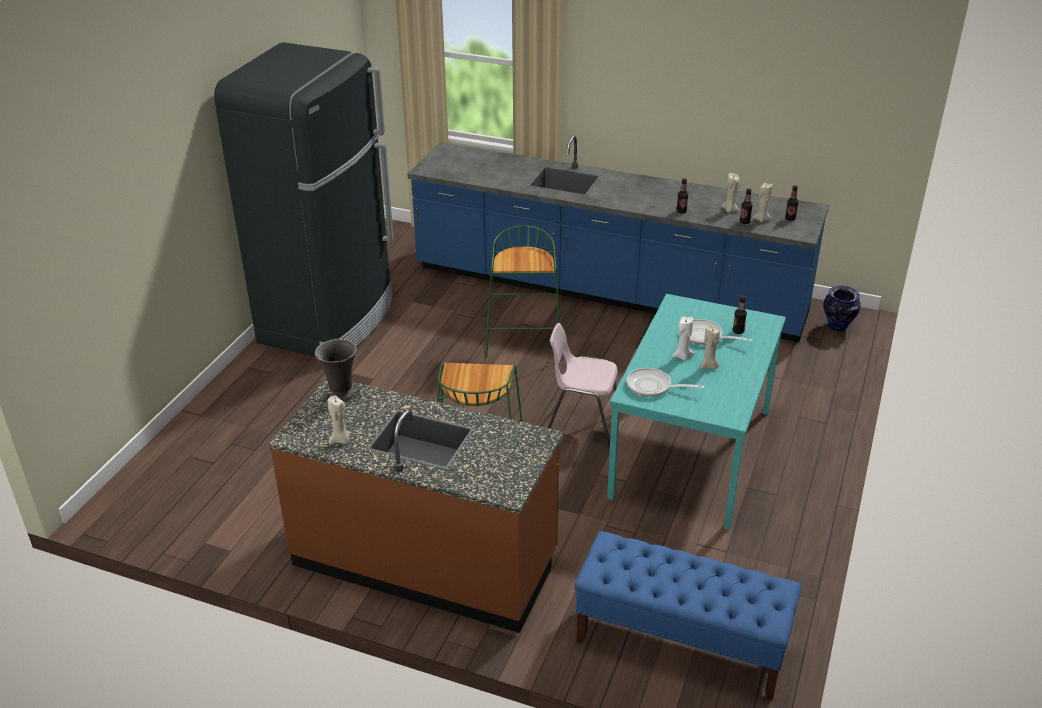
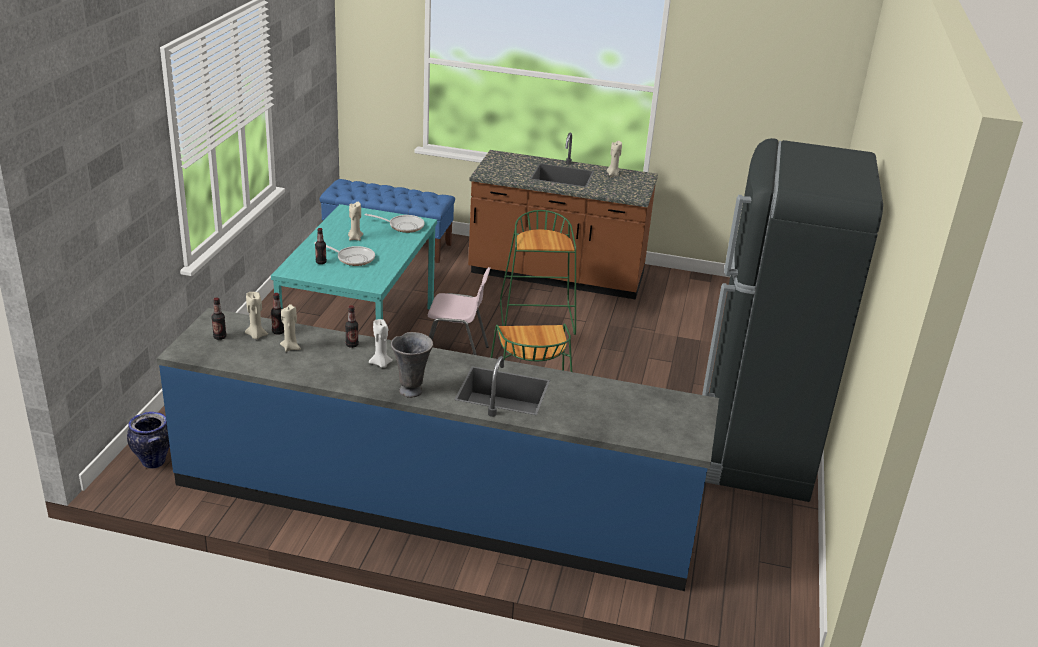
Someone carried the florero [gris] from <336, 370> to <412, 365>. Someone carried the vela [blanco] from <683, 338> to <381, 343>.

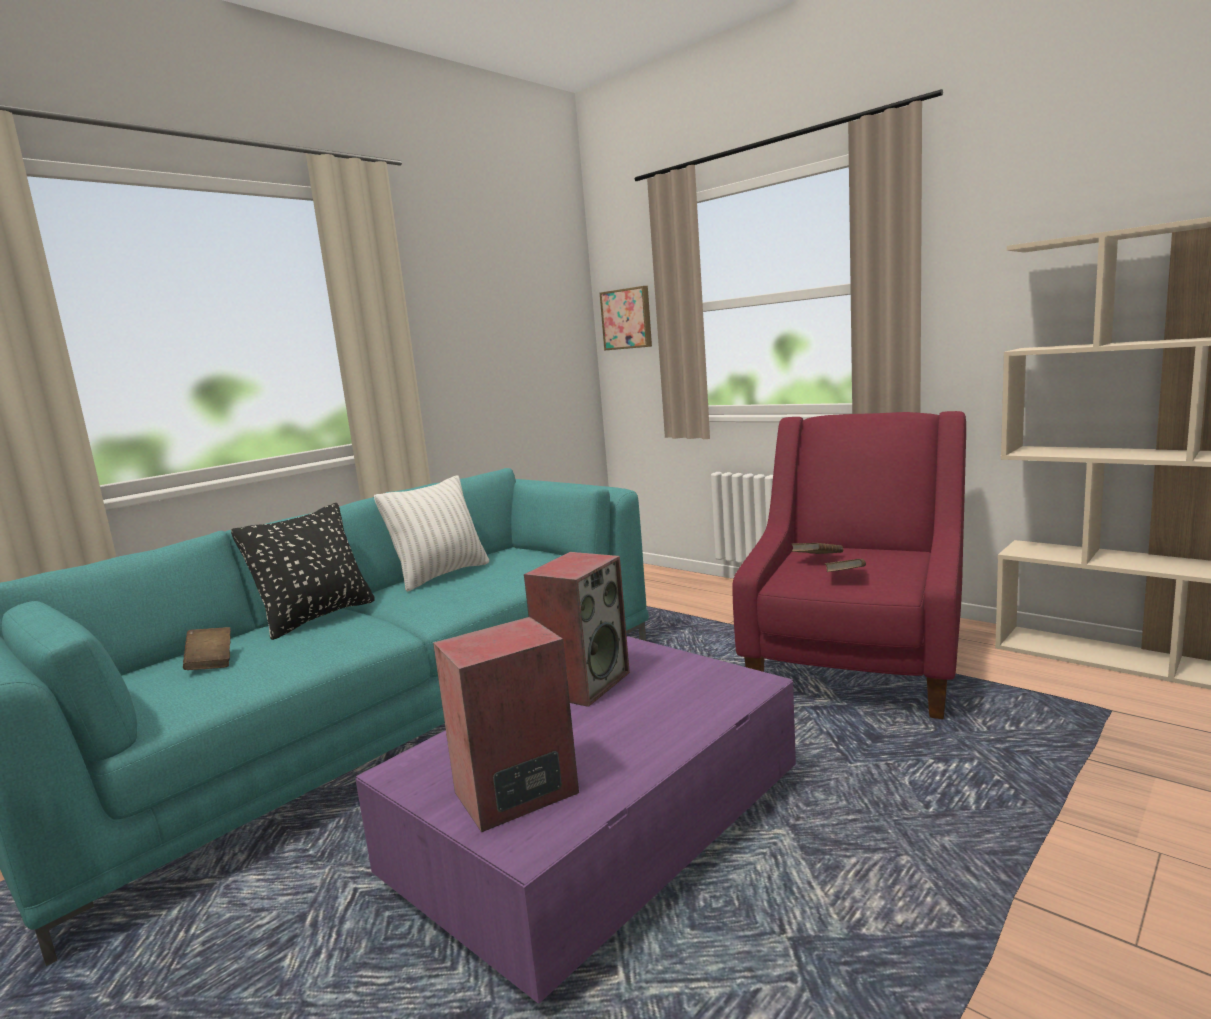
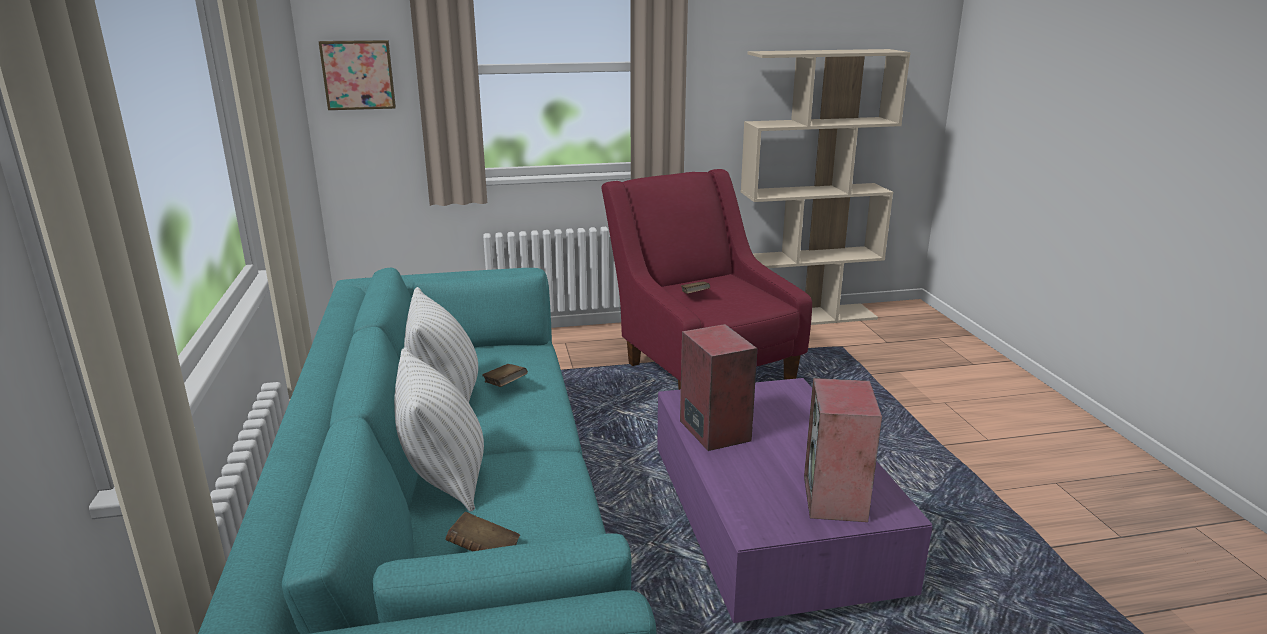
Someone repainted the cojín [negro] at <303, 571>, which became the cojín [blanco] at <439, 429>. Someone carried the libro [marrón] from <845, 565> to <505, 375>.

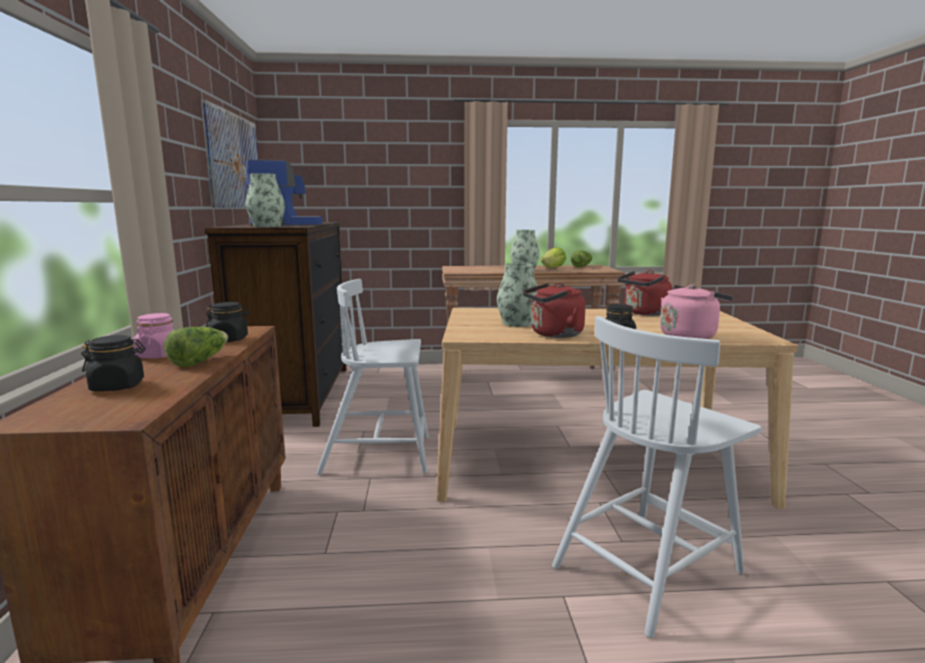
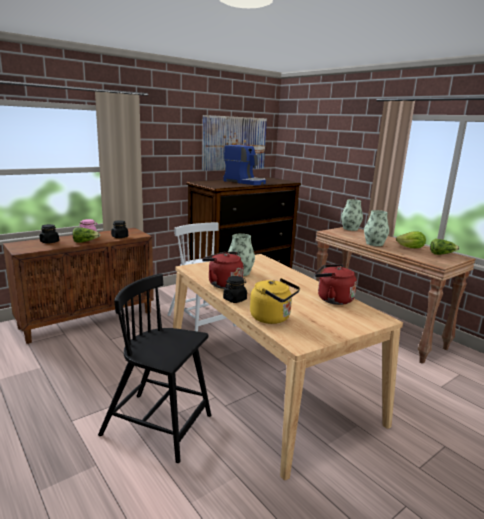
Someone carried the florero from <265, 200> to <352, 215>. Someone repainted the silla [blanco] at <656, 477>, which became the silla [negro] at <154, 368>. Someone repainted the hervidor [rosa] at <696, 311>, which became the hervidor [amarillo] at <275, 301>.

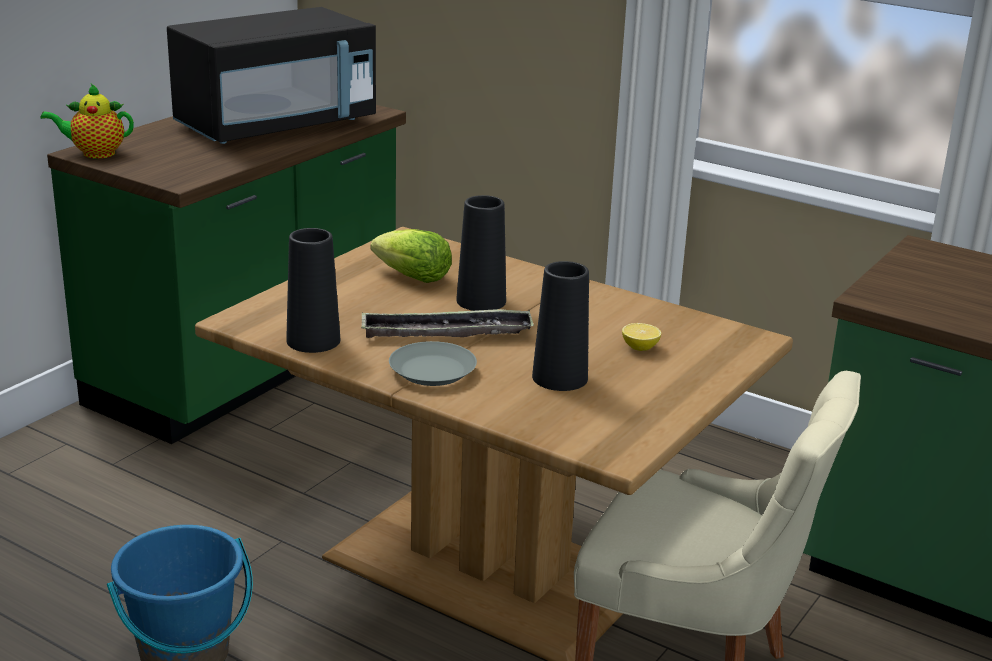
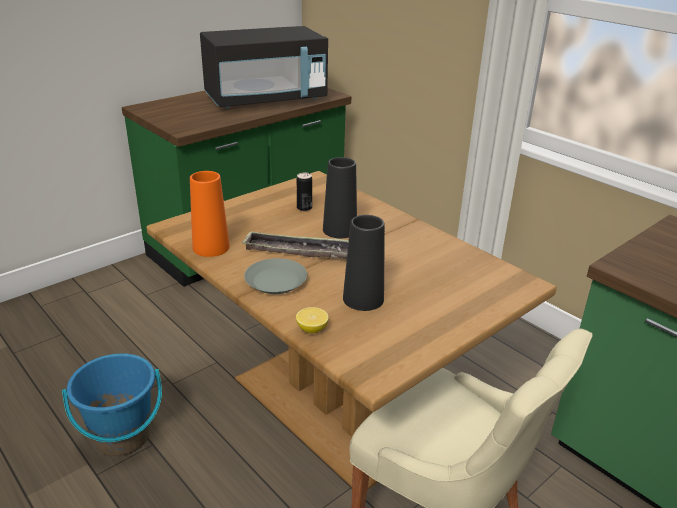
Someone took away the tetera at <87, 121>. Someone repainted the florero [negro] at <313, 290>, which became the florero [naranja] at <210, 214>. Someone swapped the lechuga at <411, 256> for the lata at <304, 191>. Someone carried the limón from <641, 337> to <312, 320>.

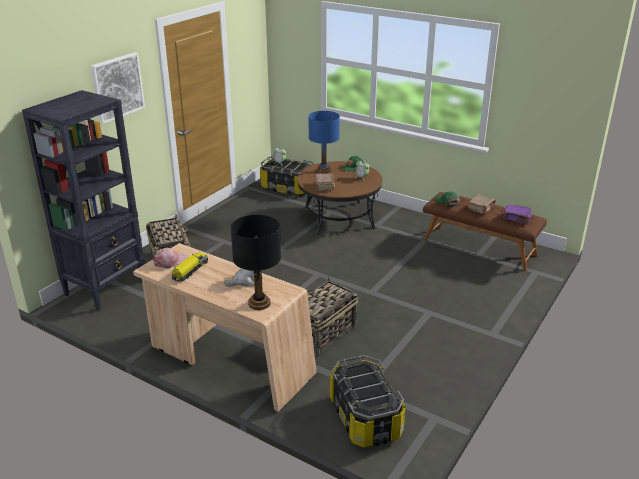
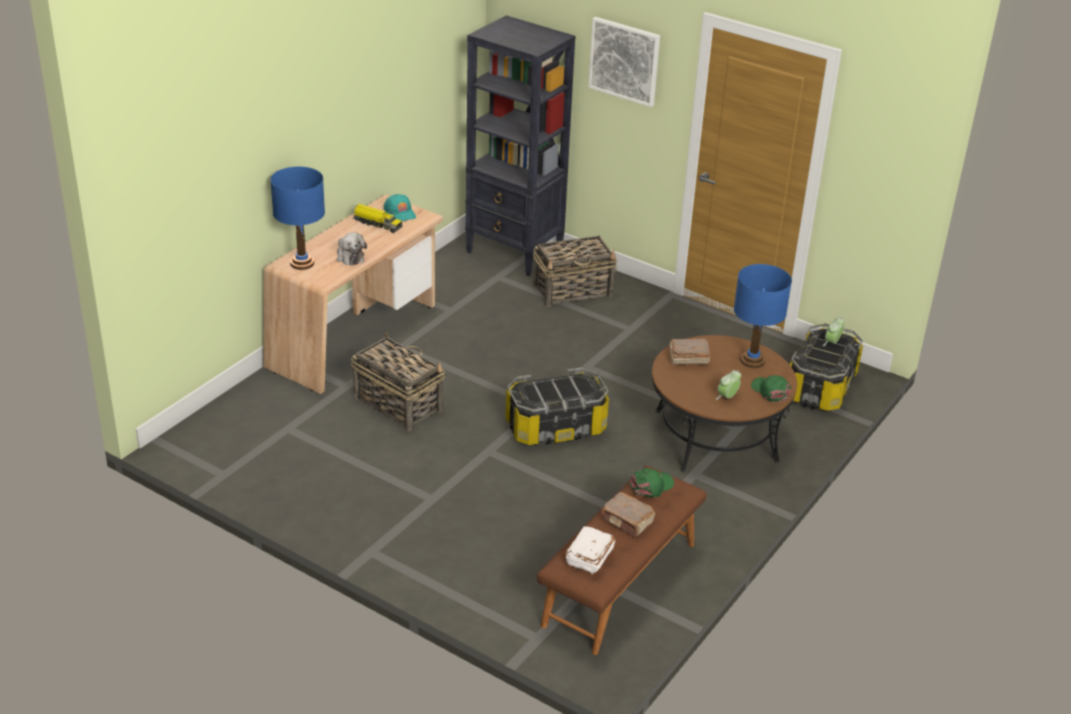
Someone repainted the gorra [rosa] at <171, 258>, which became the gorra [turquesa] at <400, 207>. Someone repainted the lámpara de mesa [negro] at <255, 262>, which became the lámpara de mesa [azul] at <297, 218>. Someone carried the caja de almacenaje from <368, 401> to <557, 406>. Someone repainted the libro [morado] at <517, 214>, which became the libro [blanco] at <590, 550>.

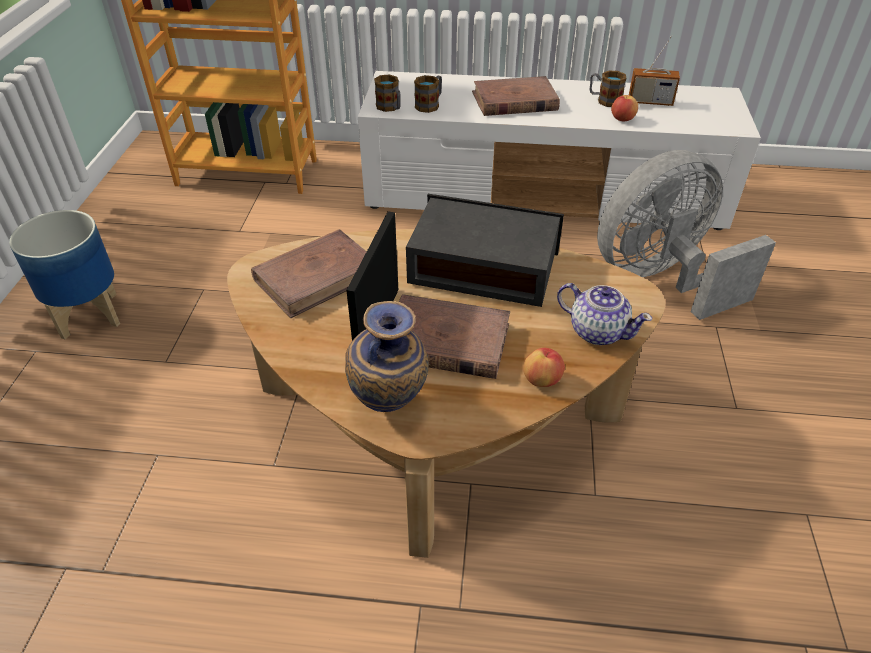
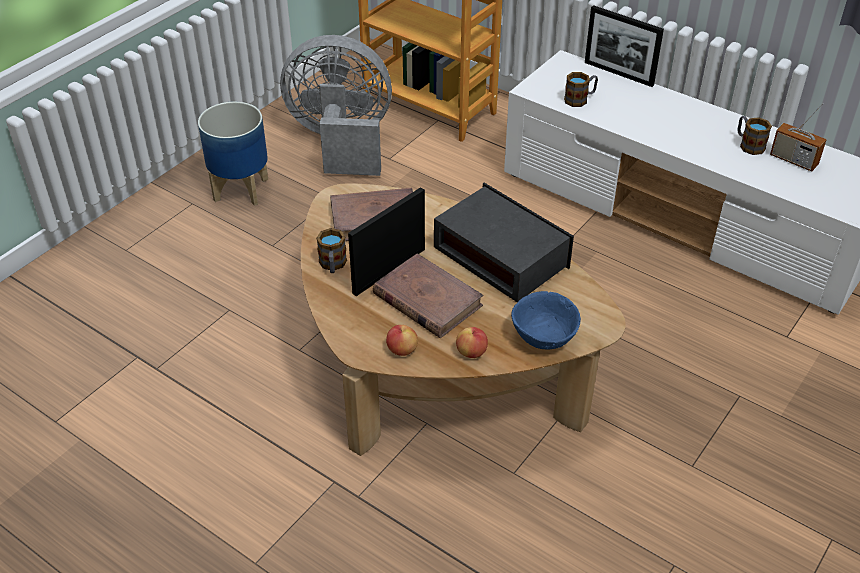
Someone took away the florero at <387, 356>. Someone carried the taza grande from <387, 93> to <331, 250>. Someone took away the libro [marrón] at <516, 96>. Someone swapped the tetera at <604, 314> for the cuenco [azul] at <546, 320>. Someone carried the ventilador [gris] from <686, 235> to <336, 105>. Someone carried the manzana from <624, 108> to <402, 340>. Someone put down the portarretratos at <624, 46>.

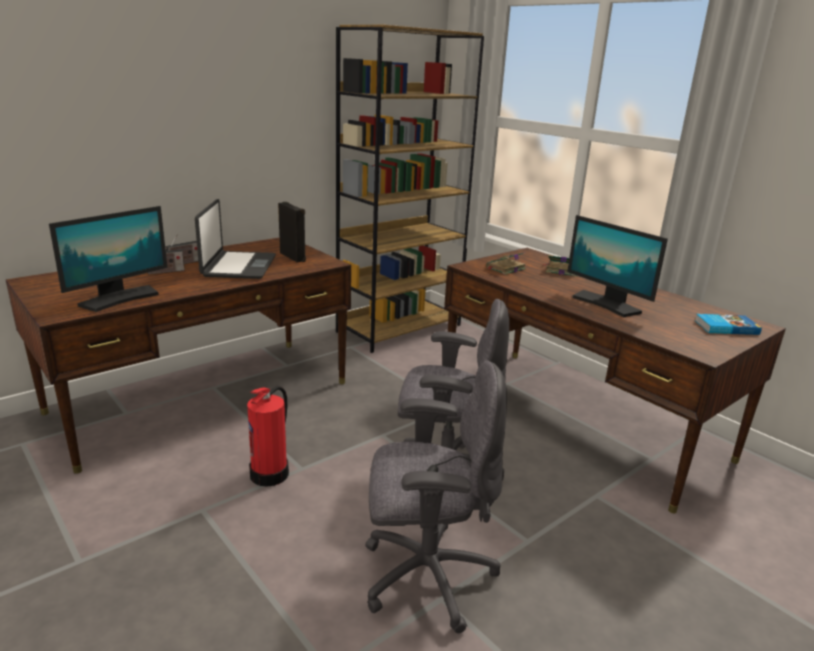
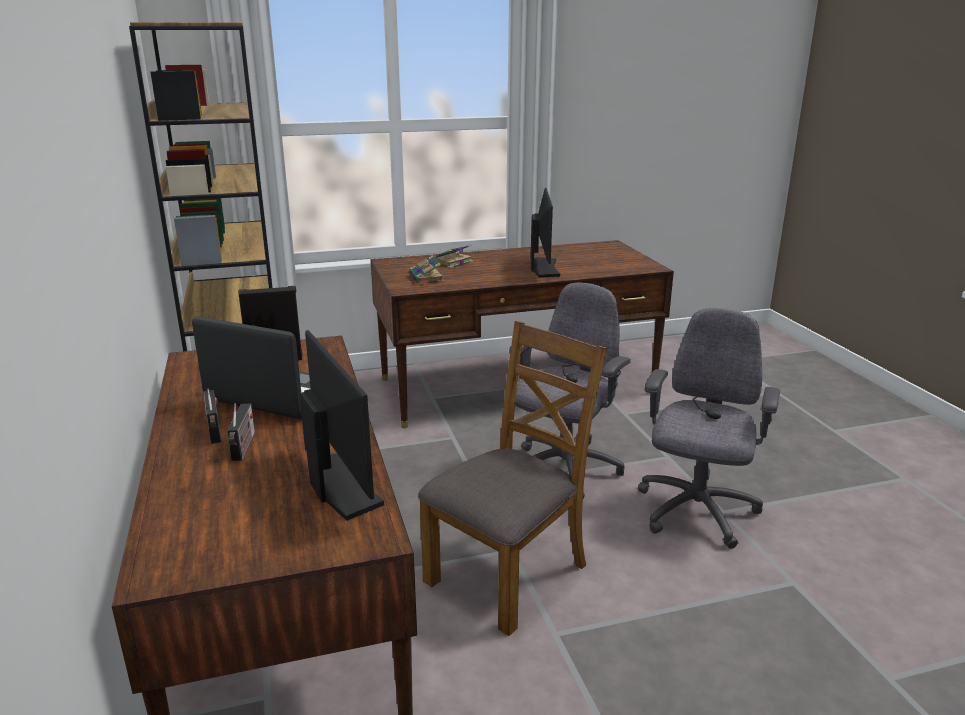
Someone swapped the extintor at <268, 436> for the silla [marrón] at <512, 478>. Someone rotated the monitor at <617, 266> by 75 degrees counterclockwise. Someone took away the libro at <728, 324>.

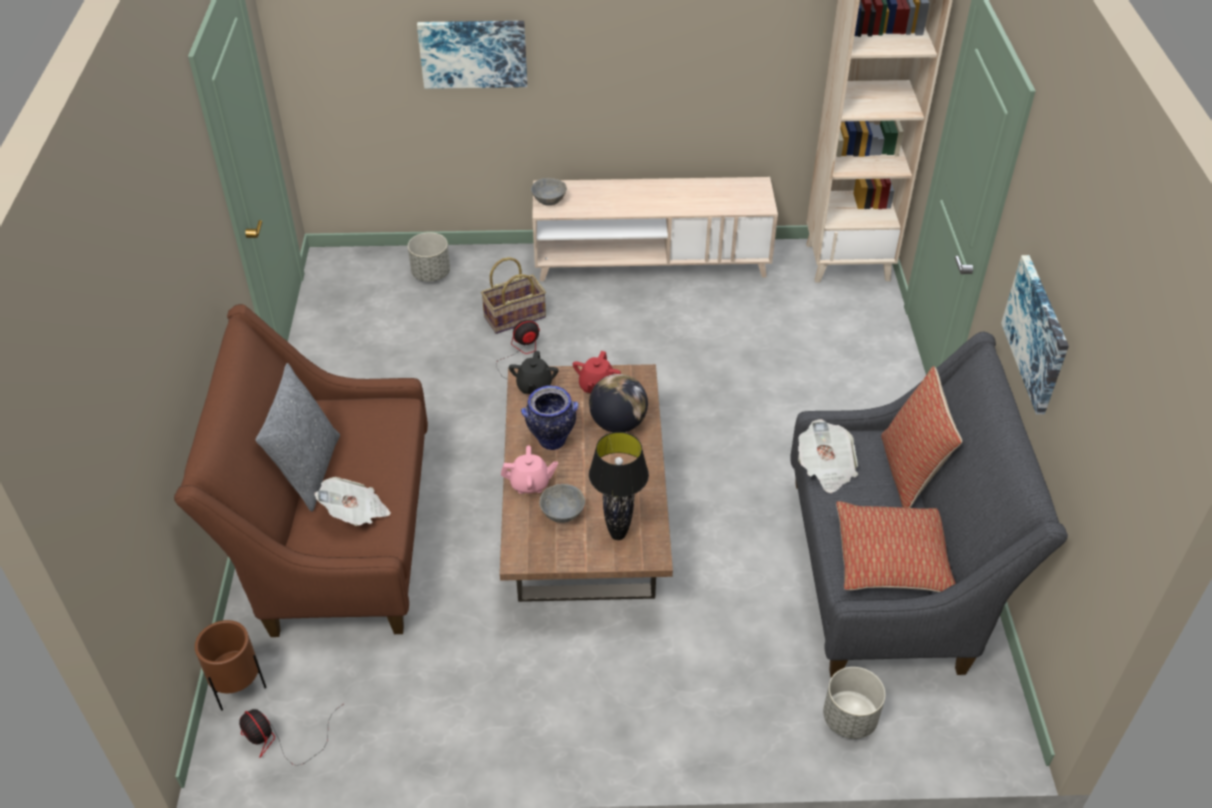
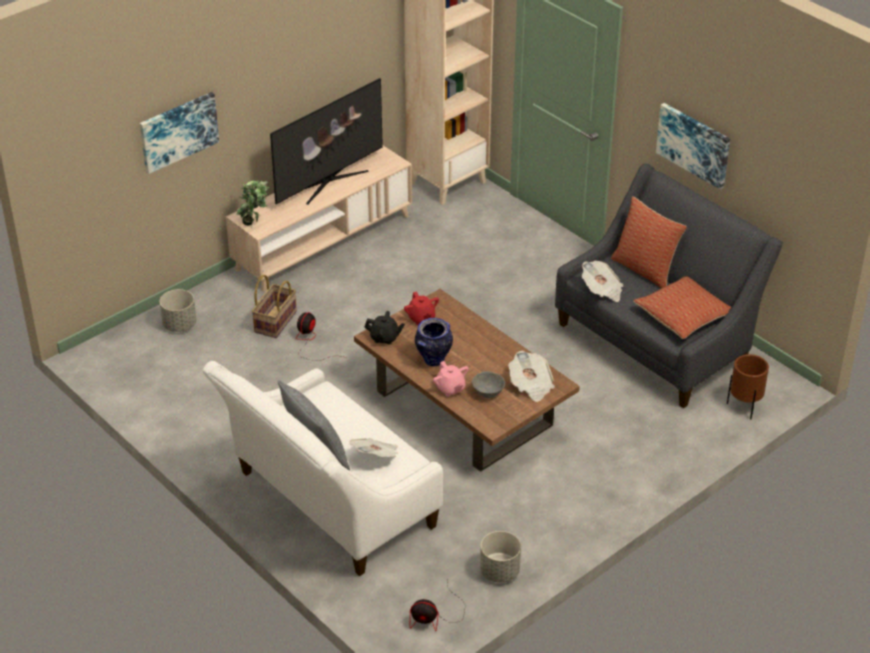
Someone repainted the sofá [marrón] at <301, 470>, which became the sofá [blanco] at <322, 468>. Someone carried the maceta [marrón] from <230, 665> to <748, 387>. Someone rotated the tetera [rosa] at <529, 470> by 105 degrees clockwise. Someone rotated the tetera [negro] at <533, 372> by 45 degrees counterclockwise. Someone swapped the cuenco [gris] at <549, 192> for the planta en maceta at <253, 203>. Someone took away the globo terráqueo at <618, 403>. Someone swapped the lámpara de mesa [negro] at <619, 486> for the periódico at <531, 376>. Someone carried the maceta [gris] from <854, 703> to <500, 557>. Someone put down the televisor at <326, 141>.

